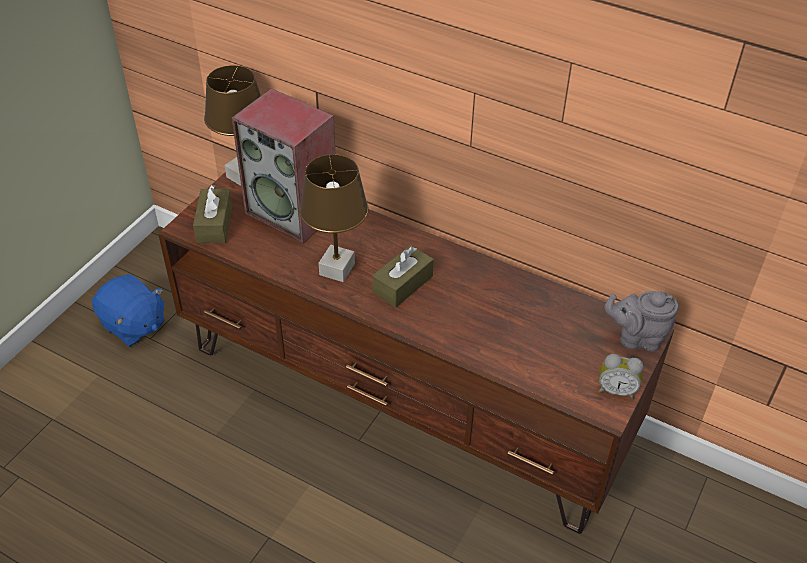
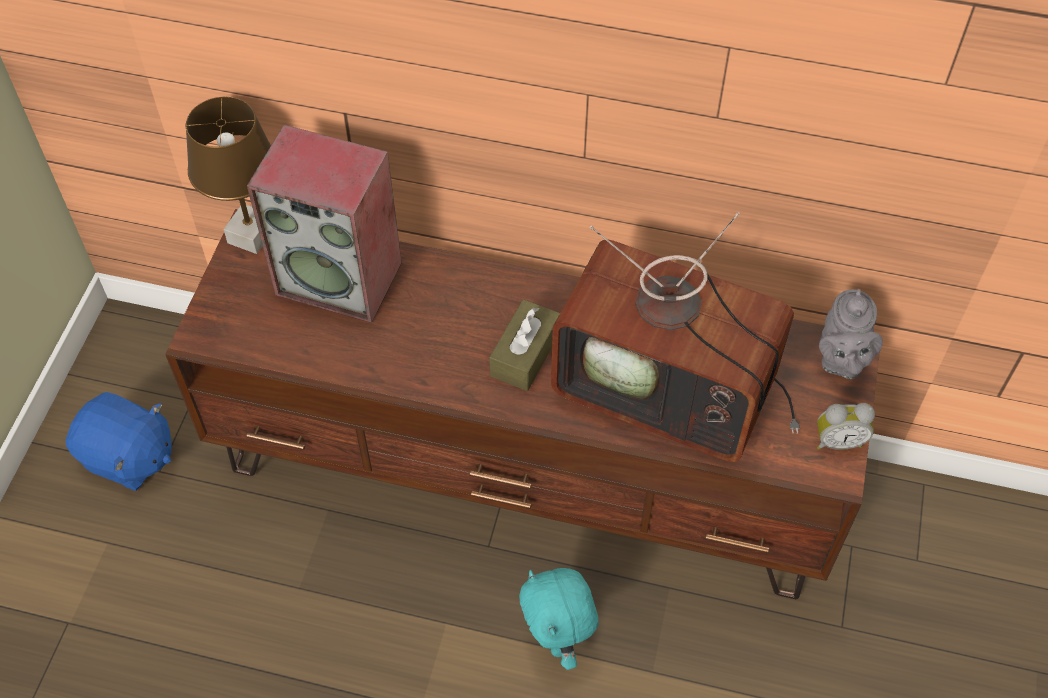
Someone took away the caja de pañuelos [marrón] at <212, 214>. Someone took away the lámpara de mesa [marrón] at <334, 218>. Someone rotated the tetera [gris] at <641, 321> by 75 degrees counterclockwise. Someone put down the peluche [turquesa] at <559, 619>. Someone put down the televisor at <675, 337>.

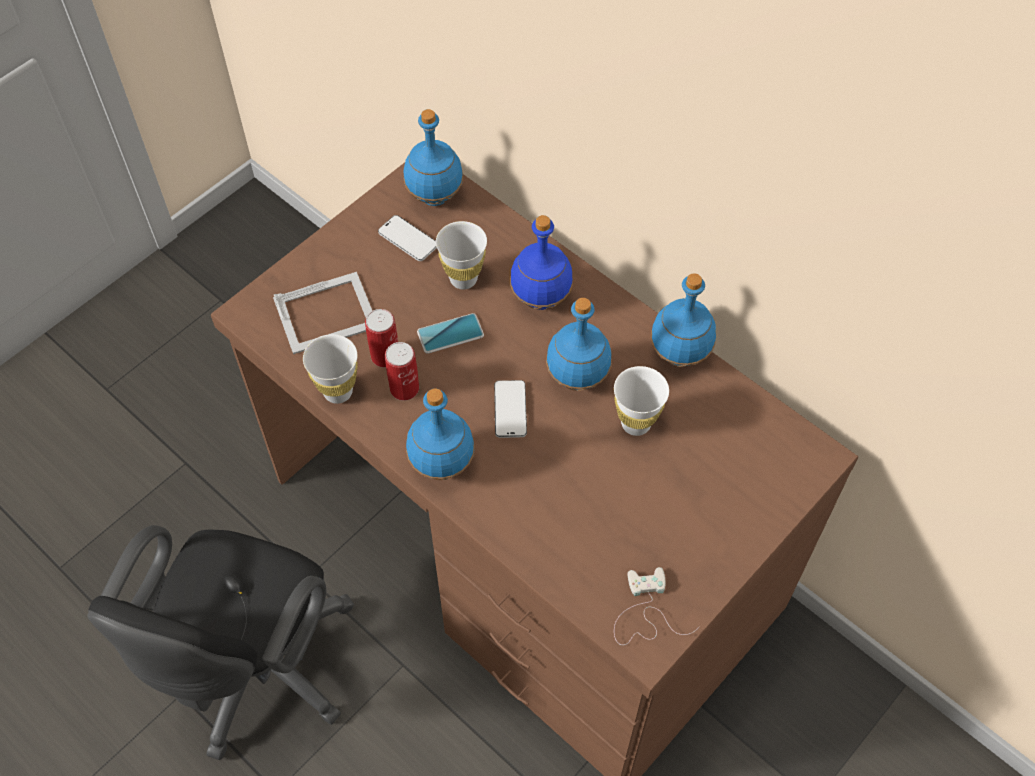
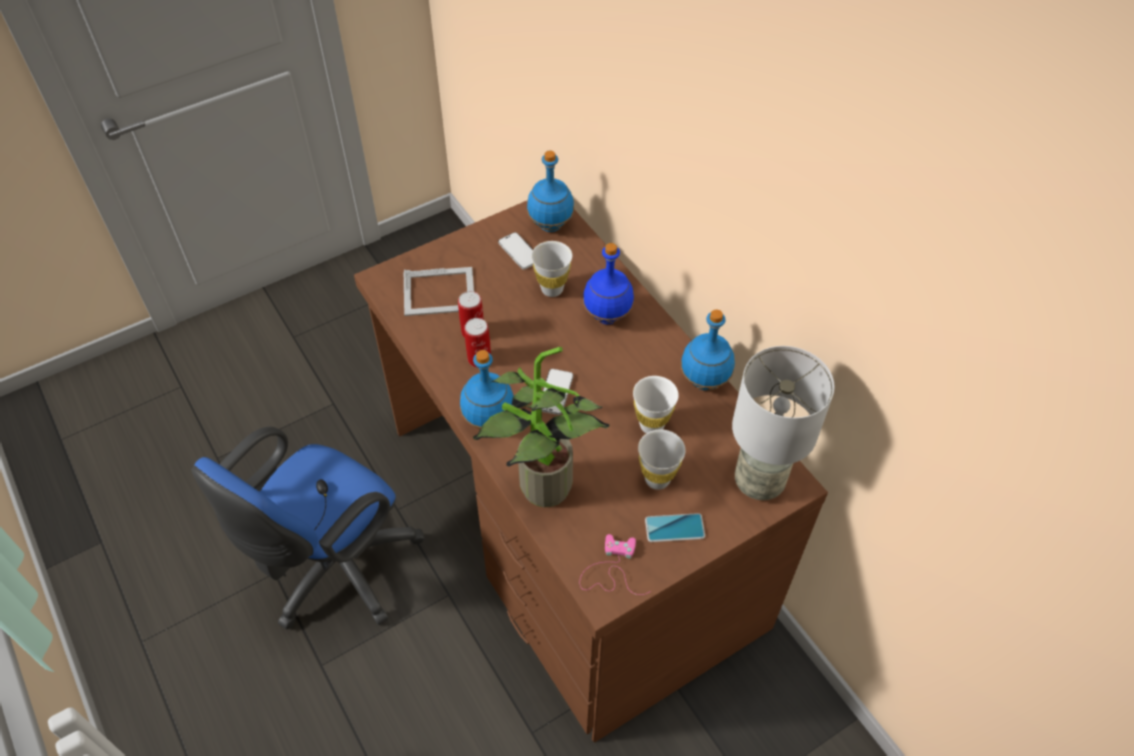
Someone repainted the silla de oficina [negro] at <221, 642>, which became the silla de oficina [azul] at <308, 528>. Someone carried the taza [blanco] from <330, 369> to <661, 459>. Someone carried the móvil from <450, 333> to <675, 527>. Someone took away the botella [azul] at <579, 344>. Someone repainted the mando de consola [blanco] at <657, 606>, which became the mando de consola [rosa] at <615, 564>. Someone put down the planta en maceta at <541, 427>. Someone put down the lámpara de mesa [gris] at <783, 423>.

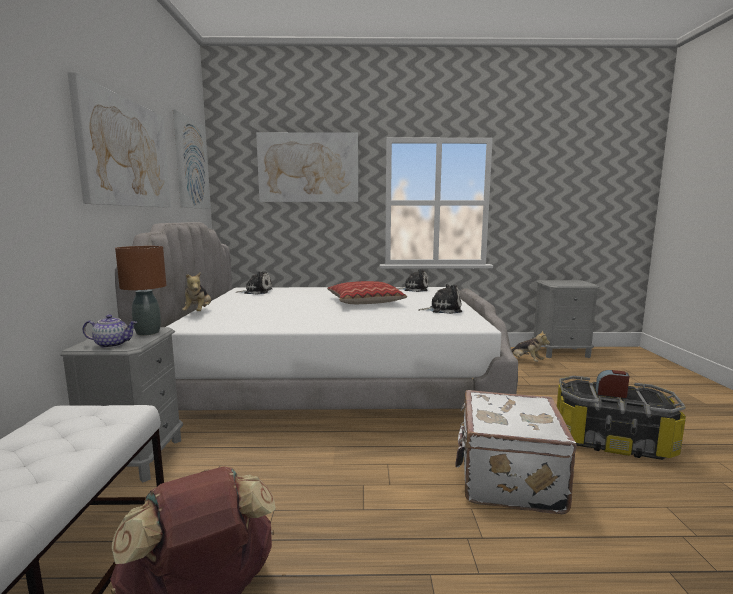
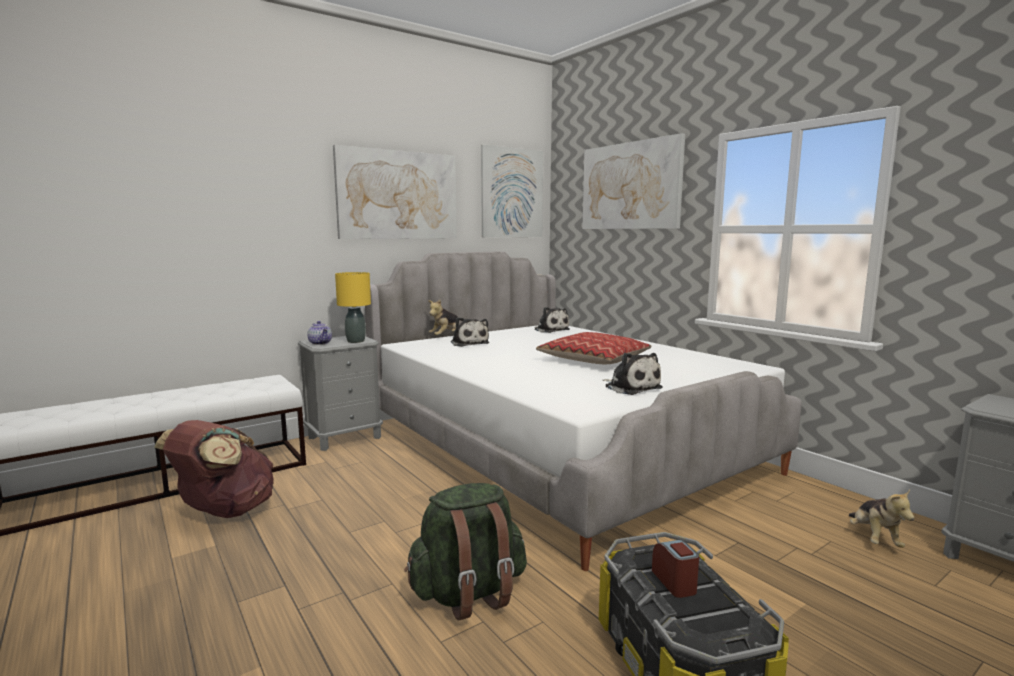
Someone repainted the lámpara de mesa [marrón] at <140, 291>, which became the lámpara de mesa [amarillo] at <353, 307>. Someone carried the peluche from <413, 280> to <470, 332>. Someone swapped the maleta [blanco] at <516, 452> for the mochila [verde] at <465, 551>.

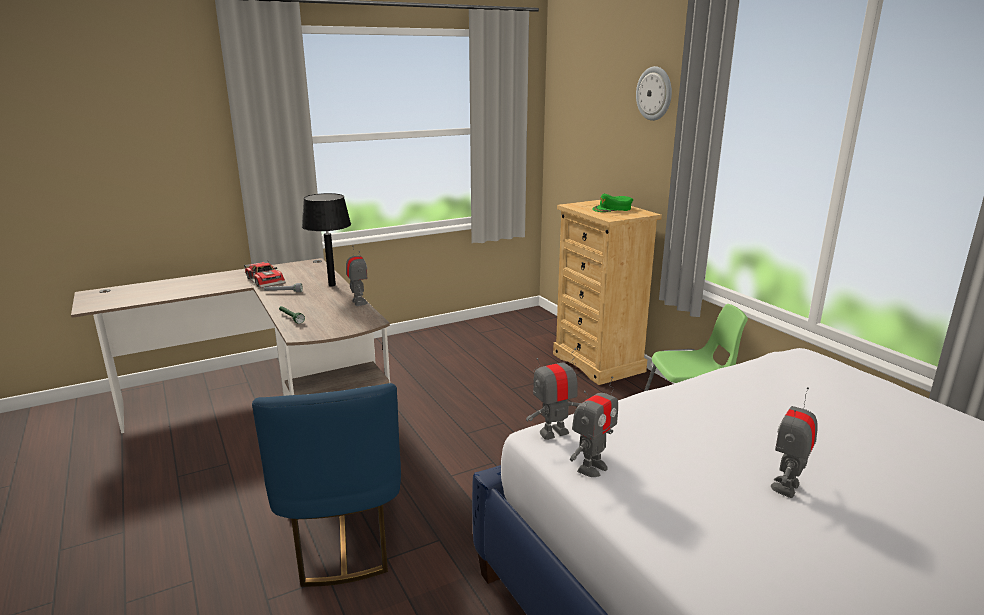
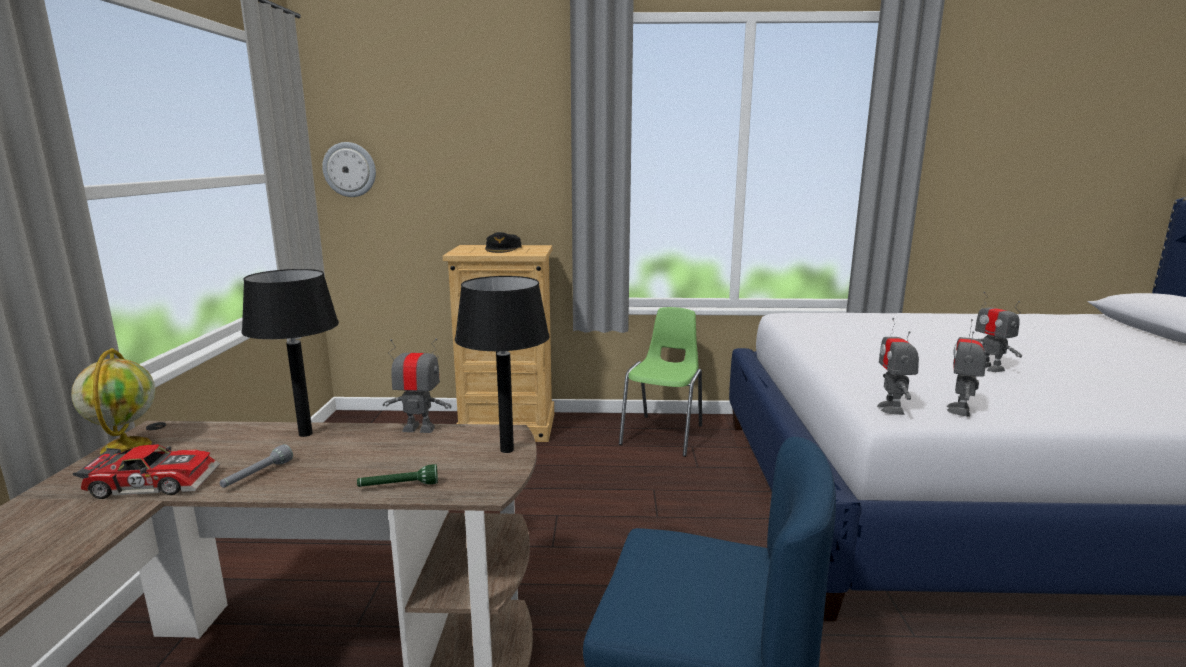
Someone rotated the robot de juguete at <594, 426> by 135 degrees counterclockwise. Someone repainted the gorra [verde] at <612, 203>, which became the gorra [negro] at <503, 242>. Someone carried the reloj de pared from <654, 93> to <349, 169>. Someone put down the globo terráqueo at <113, 401>. Someone put down the lámpara de mesa [negro] at <502, 364>.

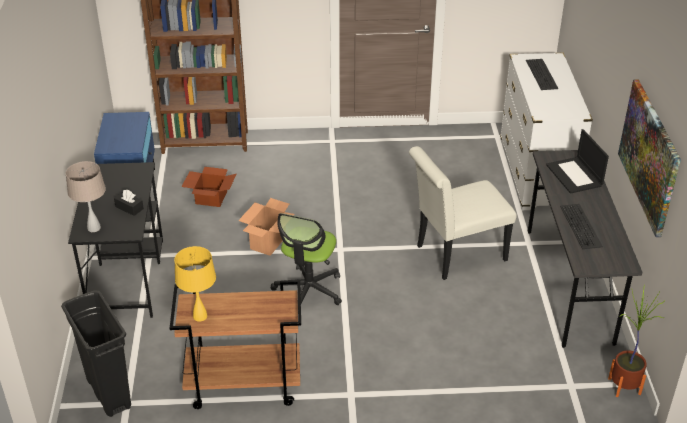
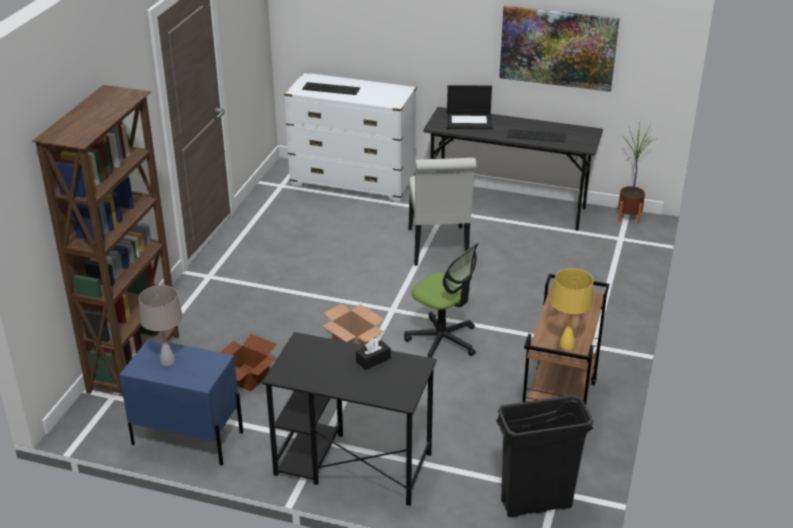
Someone carried the lámpara de mesa [beis] from <86, 196> to <161, 325>.

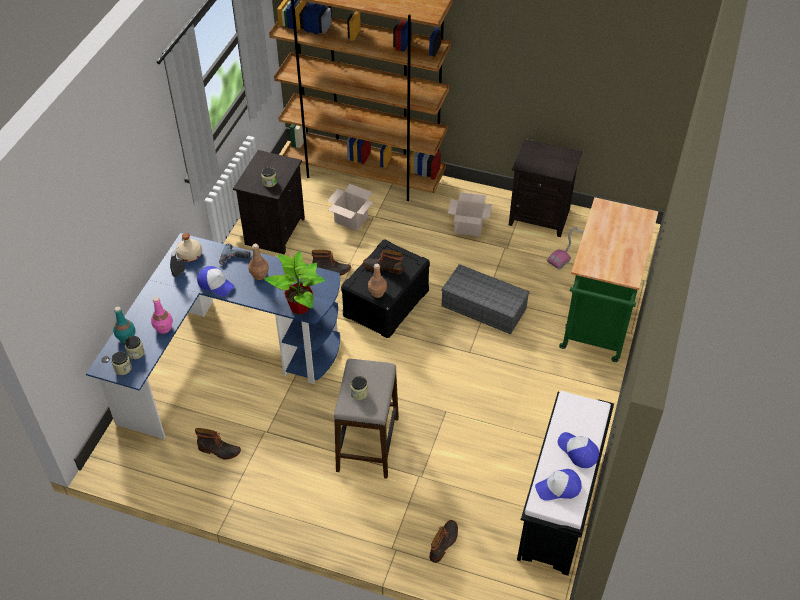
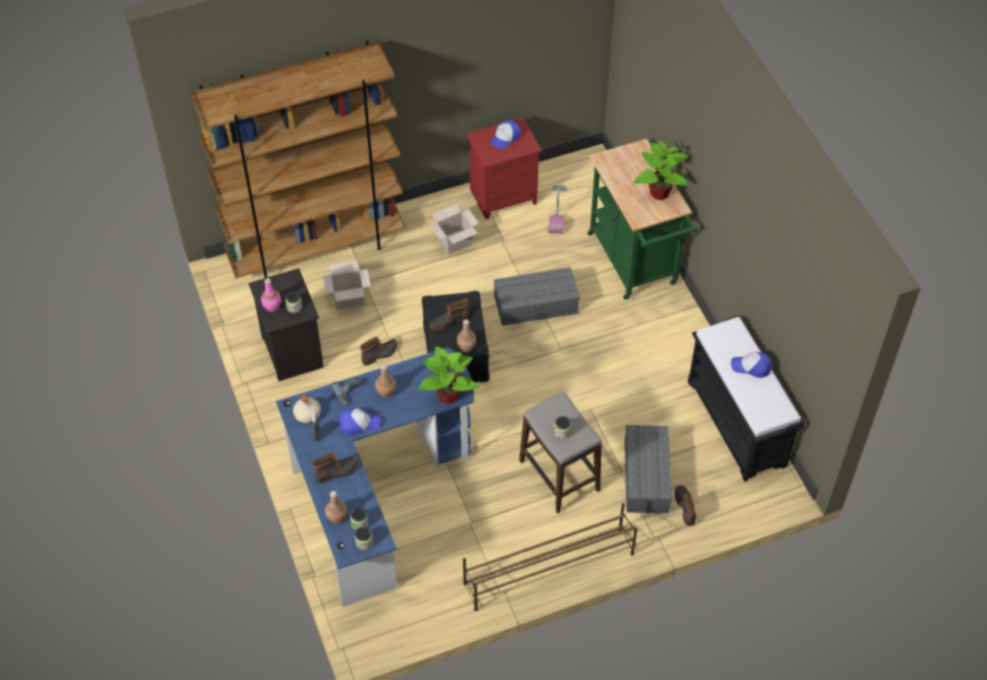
Someone repainted the botella [turquesa] at <124, 325>, which became the botella [marrón] at <336, 507>. Someone carried the botella [rosa] from <162, 315> to <271, 295>. Someone carried the bota from <218, 444> to <336, 468>. Someone repainted the mesita de noche [negro] at <545, 188>, which became the mesita de noche [rojo] at <504, 168>. Someone carried the gorra from <558, 485> to <505, 135>. Someone put down the zapatero [marrón] at <550, 557>. Someone put down the caja de almacenaje [gris] at <648, 469>. Someone put down the planta en maceta at <661, 170>.

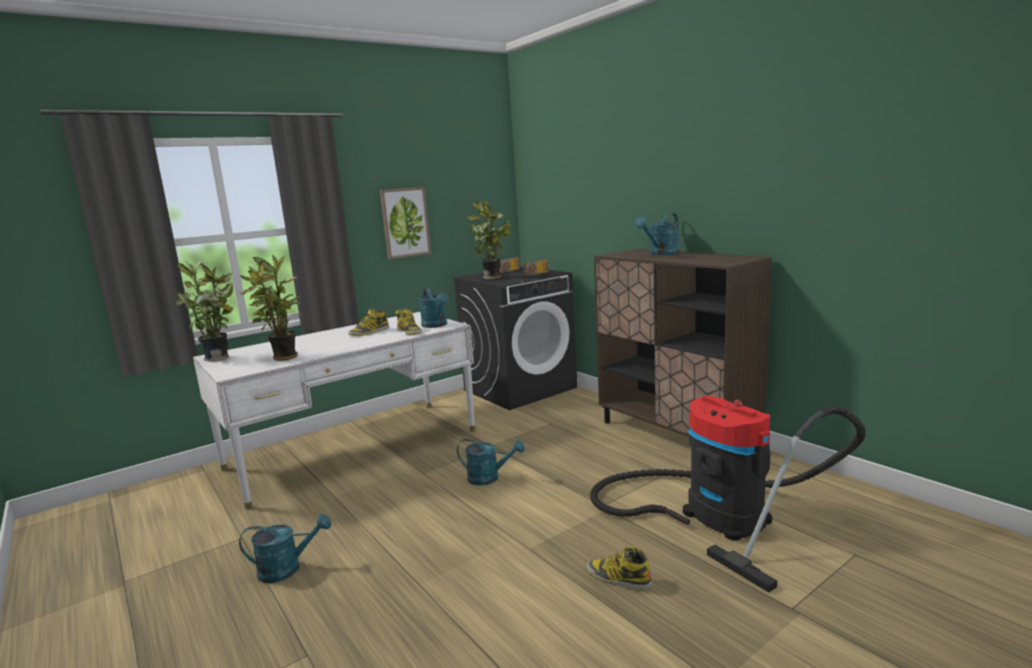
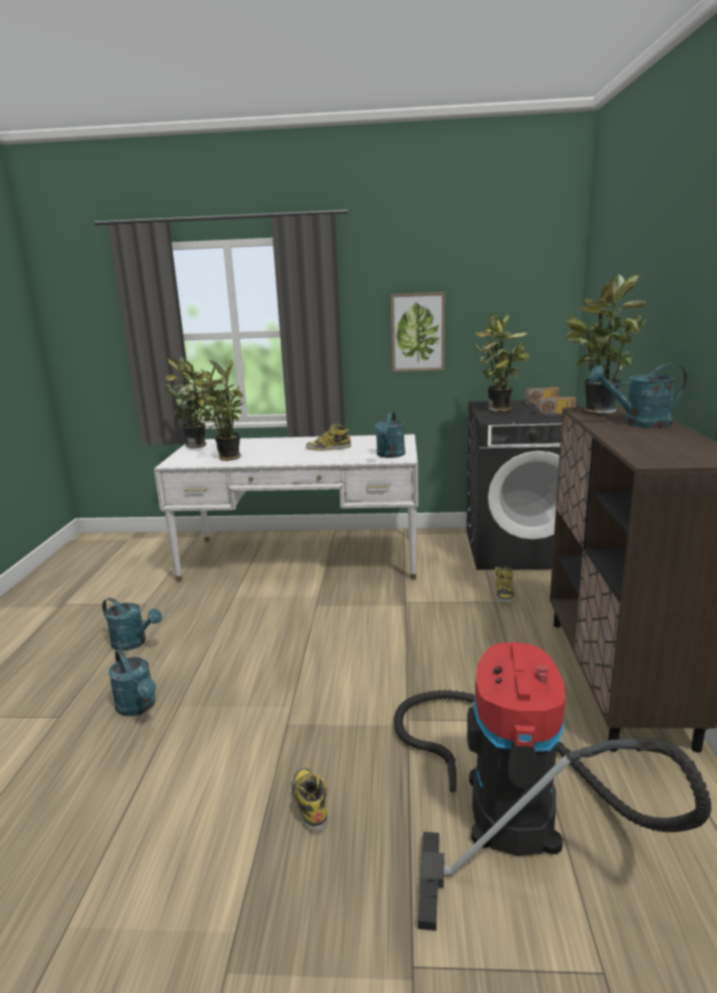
Someone carried the bota from <408, 321> to <505, 585>. Someone carried the regadera [turquesa] from <491, 462> to <132, 682>. Someone put down the planta en maceta at <606, 344>.

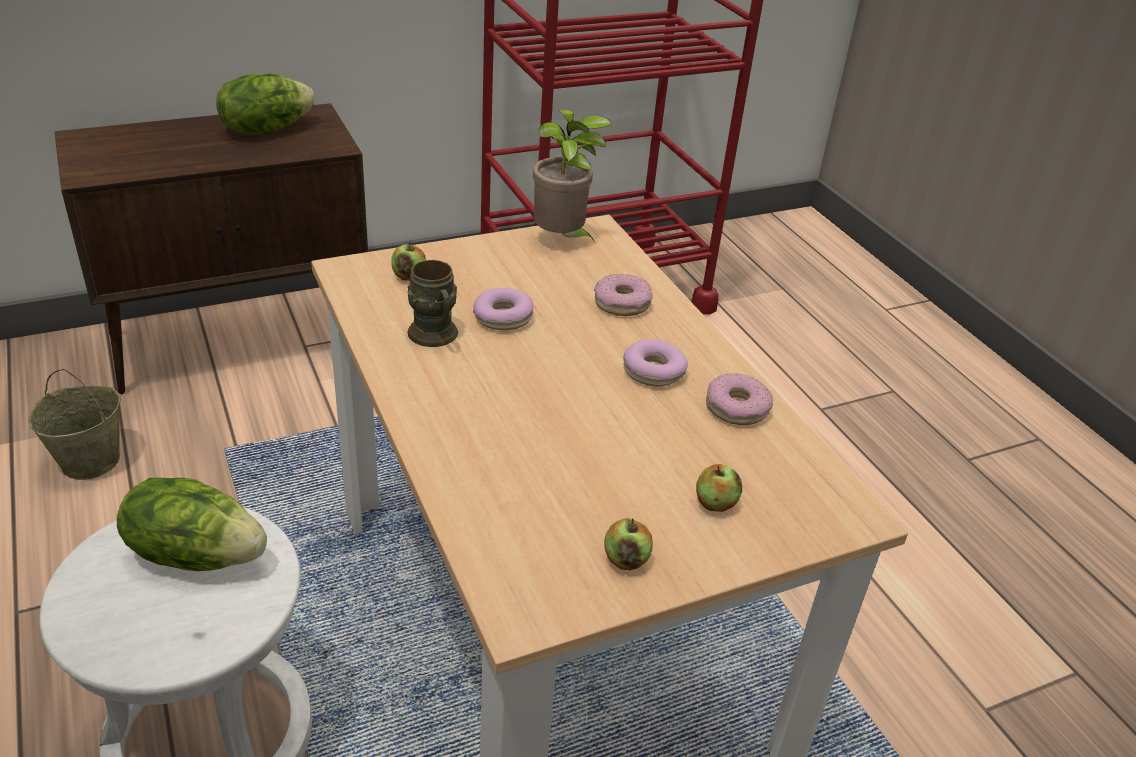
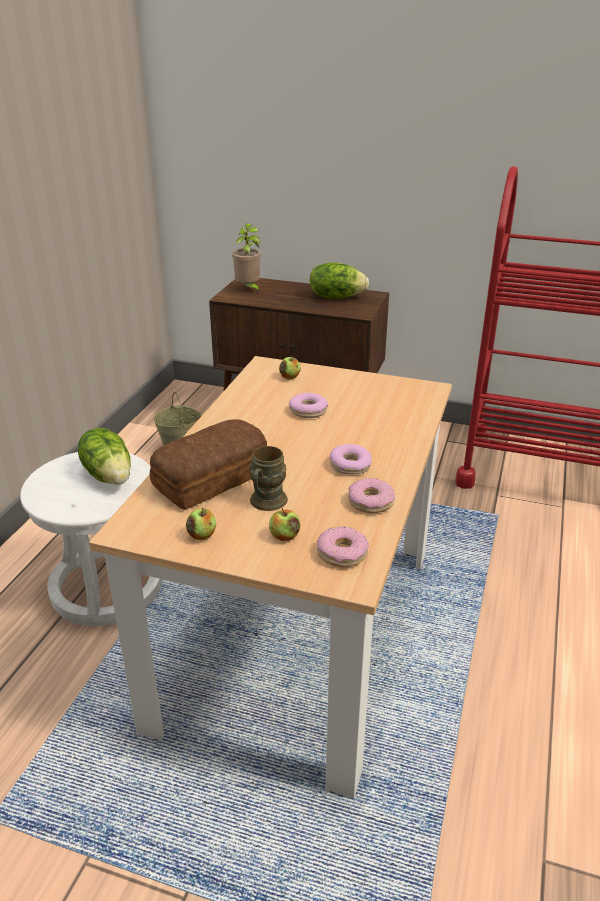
Someone carried the taza grande [marrón] from <432, 303> to <269, 478>. Someone carried the planta en maceta from <572, 176> to <246, 258>. Someone carried the rosquilla from <623, 295> to <343, 546>. Someone put down the pan at <208, 465>.

